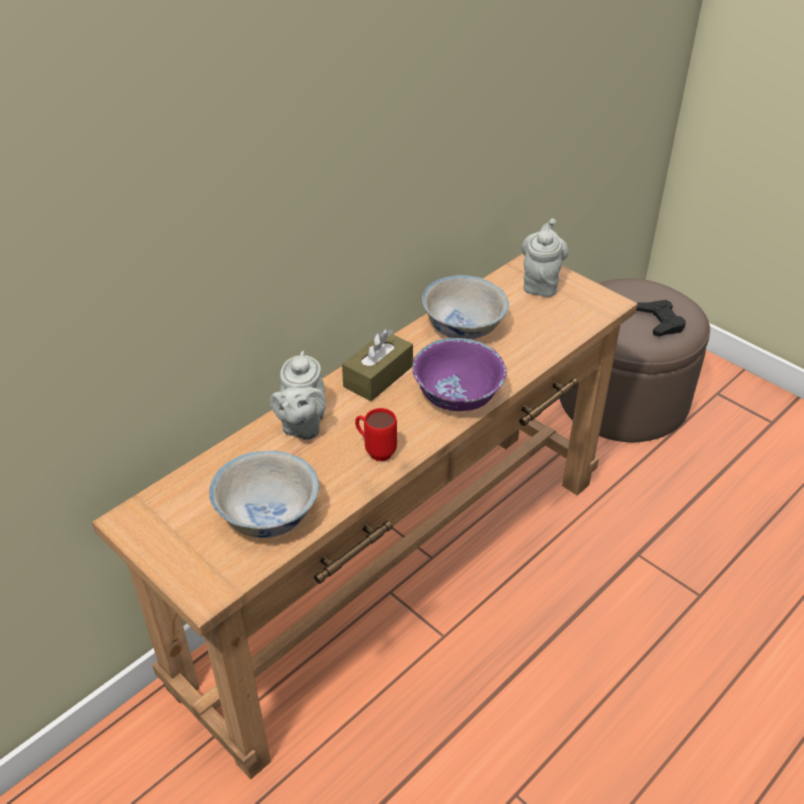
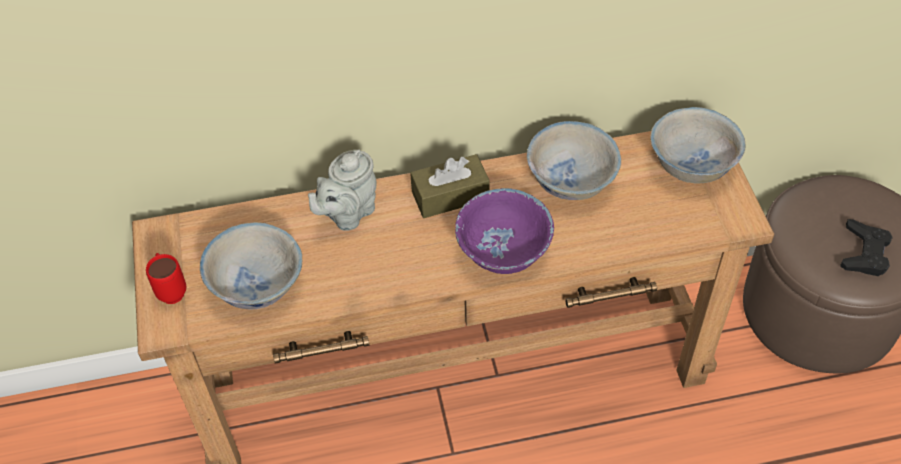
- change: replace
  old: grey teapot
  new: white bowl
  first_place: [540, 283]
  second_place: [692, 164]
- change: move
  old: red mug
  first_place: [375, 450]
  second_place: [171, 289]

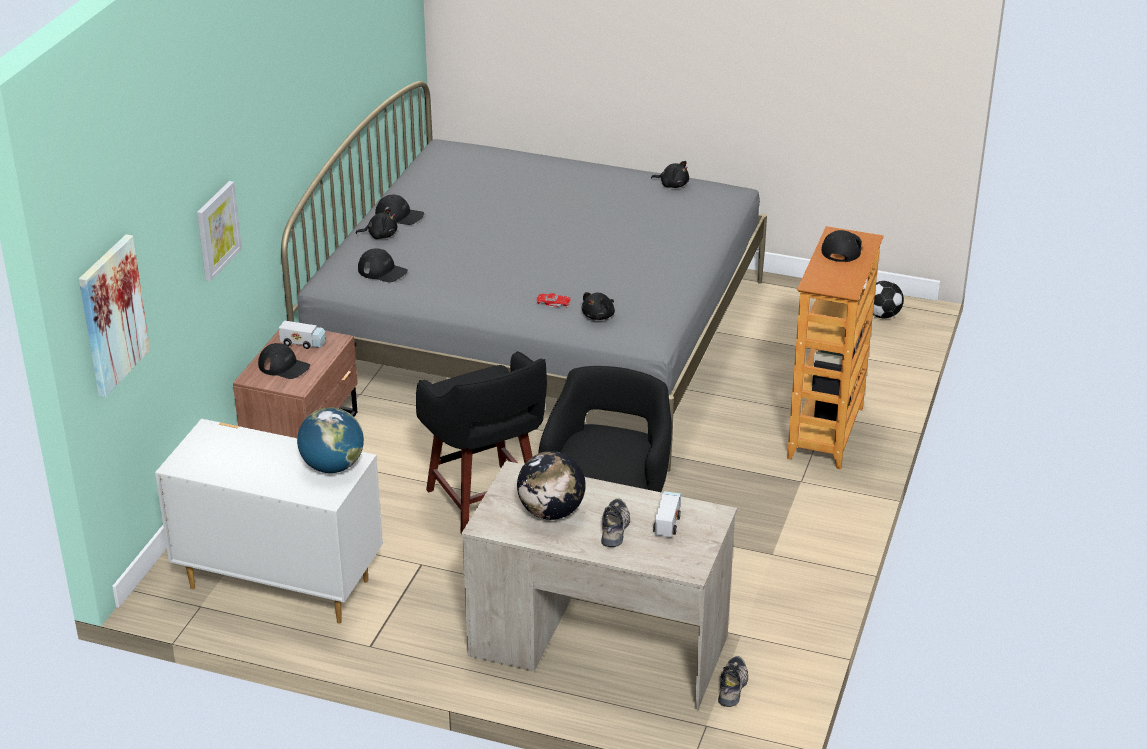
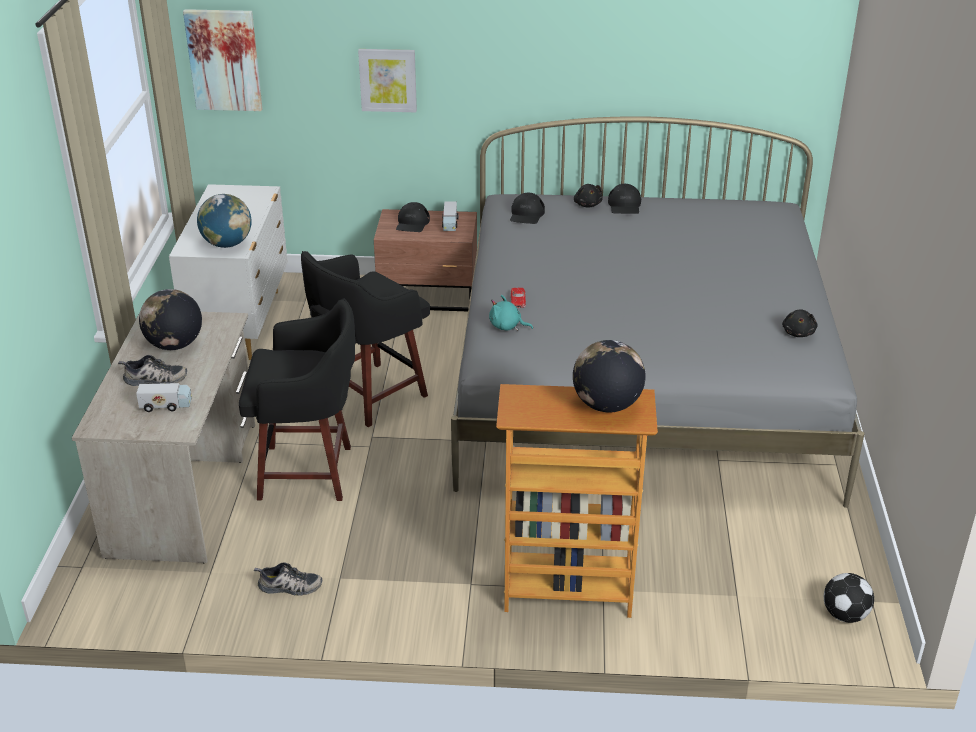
- change: replace
  old: black cap
  new: globe
  first_place: [842, 248]
  second_place: [606, 405]
- change: recolor
  old: black plush toy
  new: turquoise plush toy
  first_place: [599, 316]
  second_place: [507, 326]
- change: move
  old: shoe
  first_place: [733, 686]
  second_place: [289, 587]

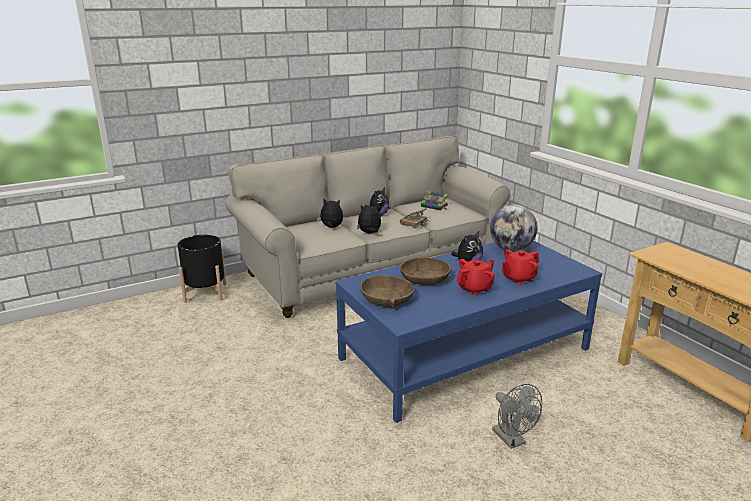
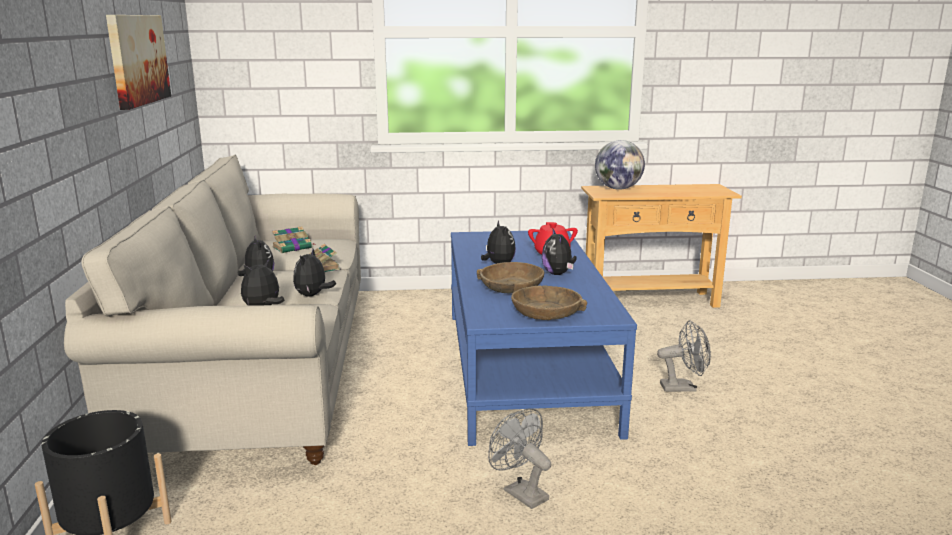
- change: move
  old: globe
  first_place: [511, 249]
  second_place: [618, 188]
- change: replace
  old: red teapot
  new: plush toy
  first_place: [475, 289]
  second_place: [558, 274]
- change: insert
  new: picture
  second_place: [137, 59]
- change: insert
  new: grey fan
  second_place: [520, 492]

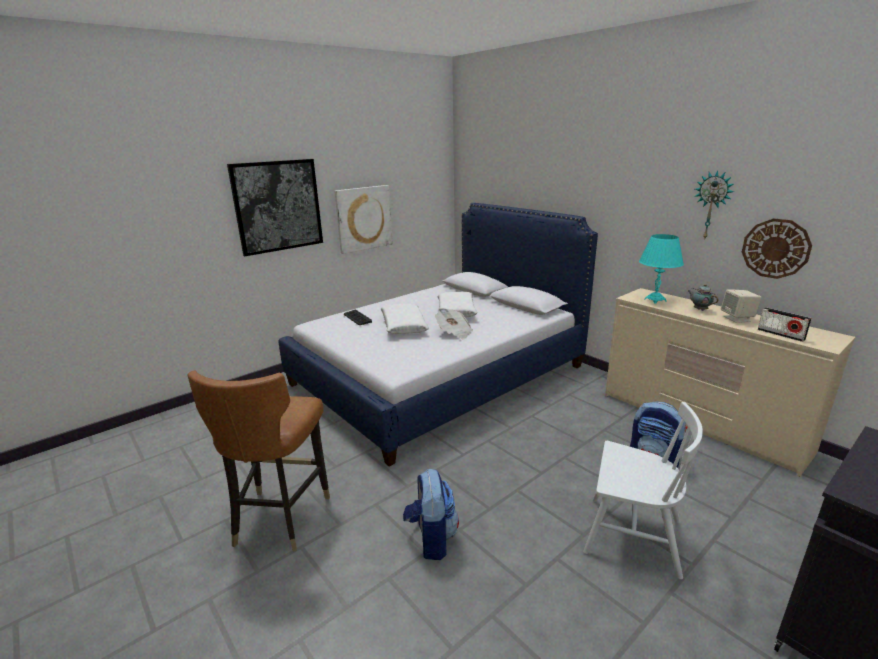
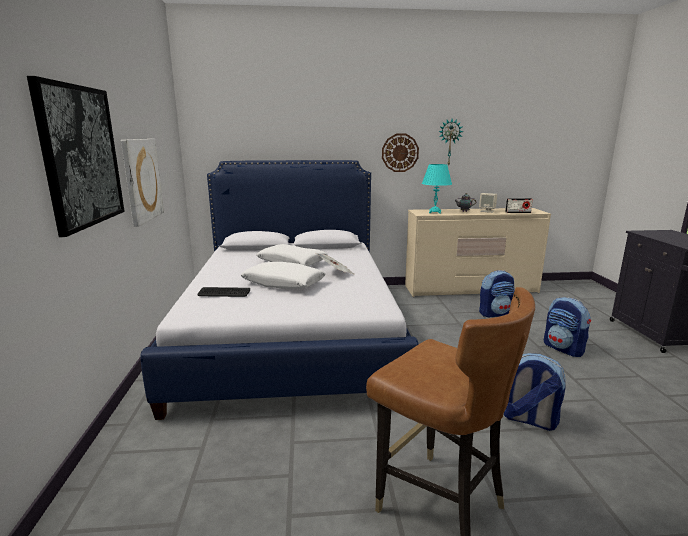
- change: move
  old: wall clock
  first_place: [775, 248]
  second_place: [400, 153]
- change: replace
  old: white chair
  new: backpack
  first_place: [632, 536]
  second_place: [564, 349]

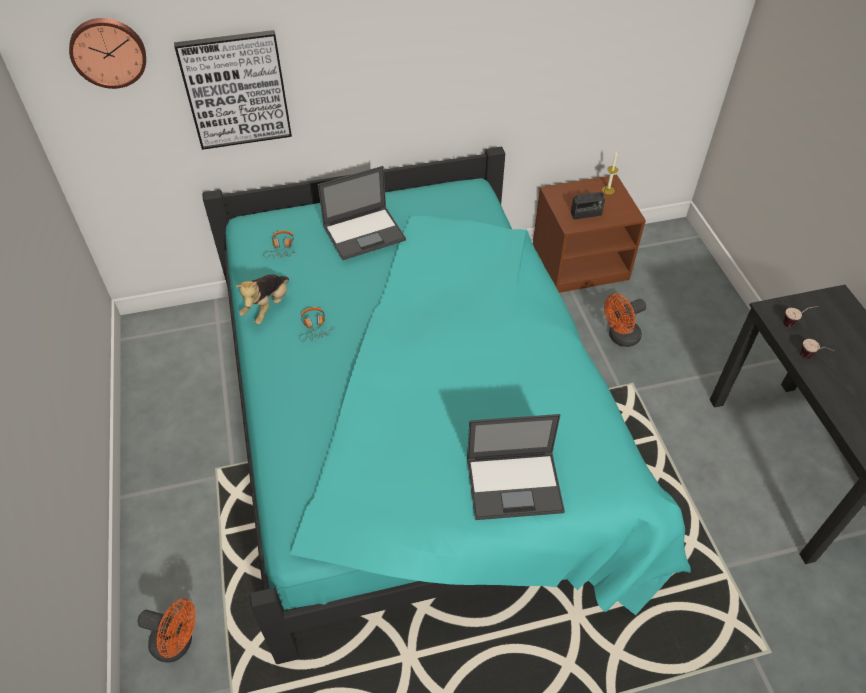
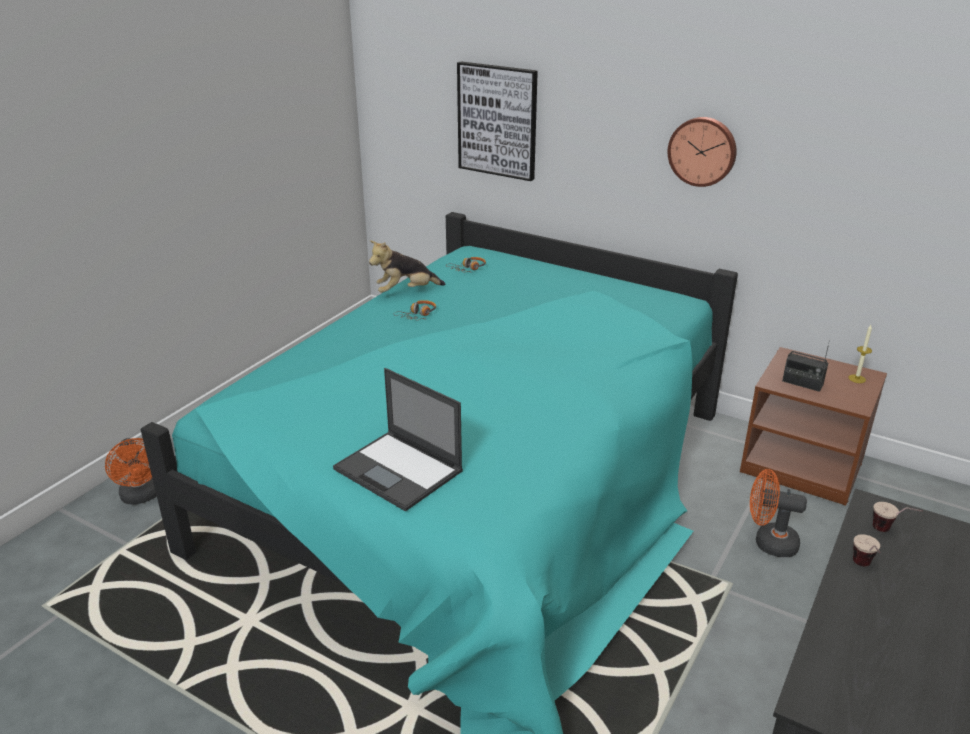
- change: move
  old: wall clock
  first_place: [108, 51]
  second_place: [702, 151]
- change: delete
  old: laptop
  first_place: [365, 233]

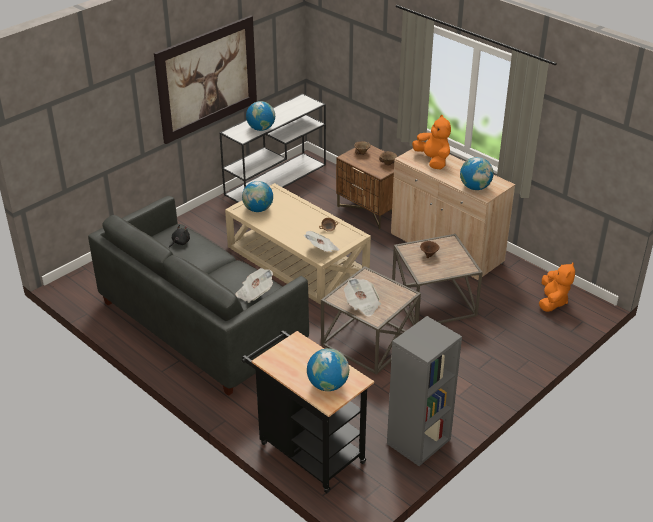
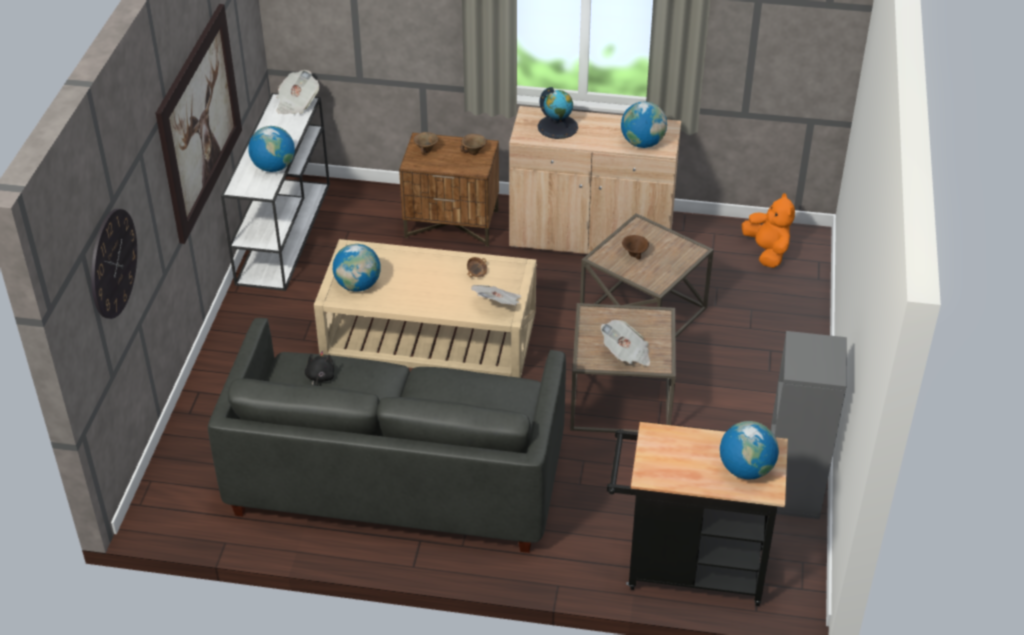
- change: replace
  old: orange plush toy
  new: globe
  first_place: [433, 160]
  second_place: [557, 127]
- change: move
  old: newspaper
  first_place: [254, 293]
  second_place: [296, 104]
- change: insert
  new: wall clock
  second_place: [113, 263]

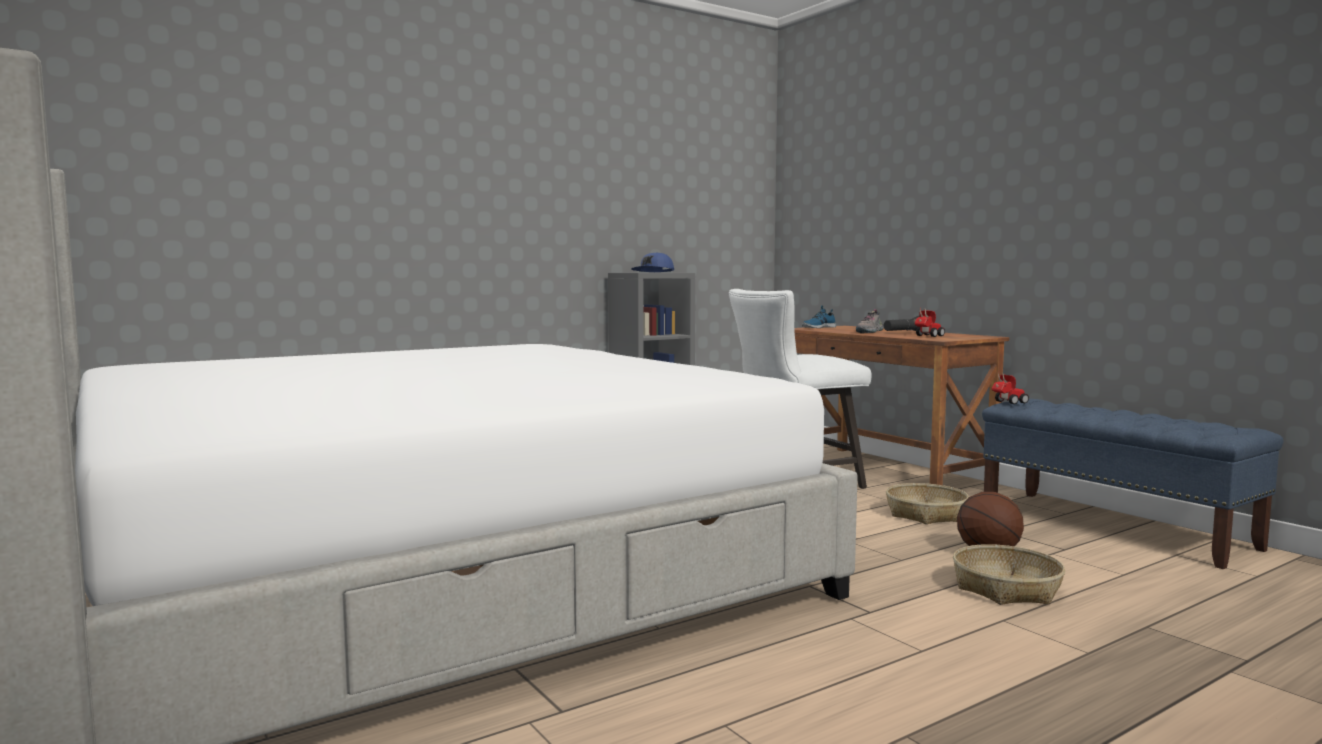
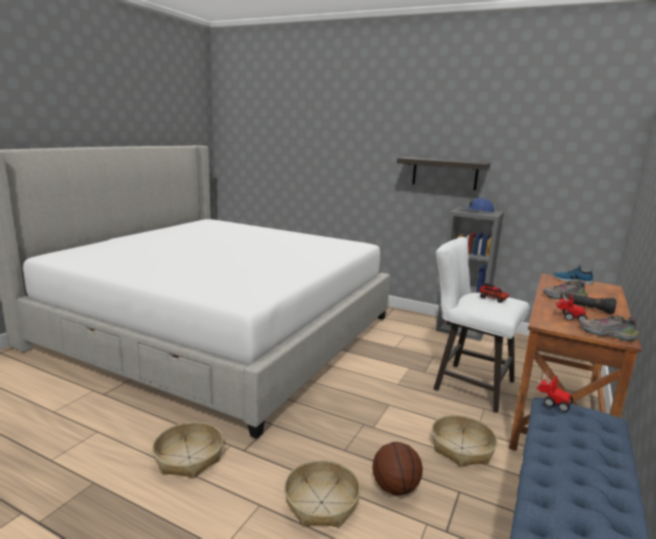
- change: insert
  new: shelf
  second_place: [444, 173]
- change: insert
  new: toy truck
  second_place: [493, 299]
- change: insert
  new: shoe
  second_place: [606, 335]
- change: insert
  new: basket
  second_place: [188, 457]

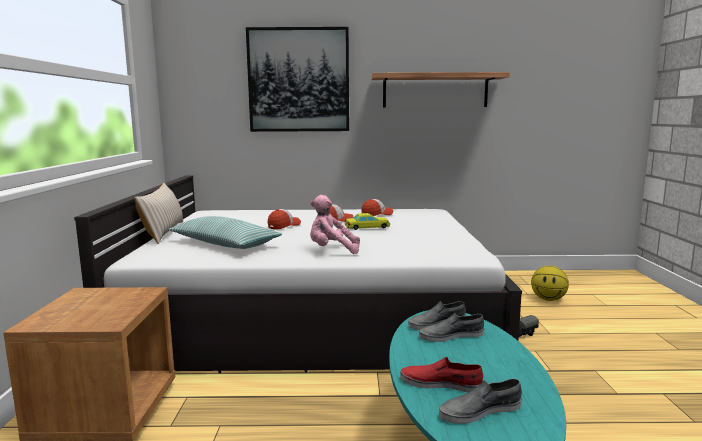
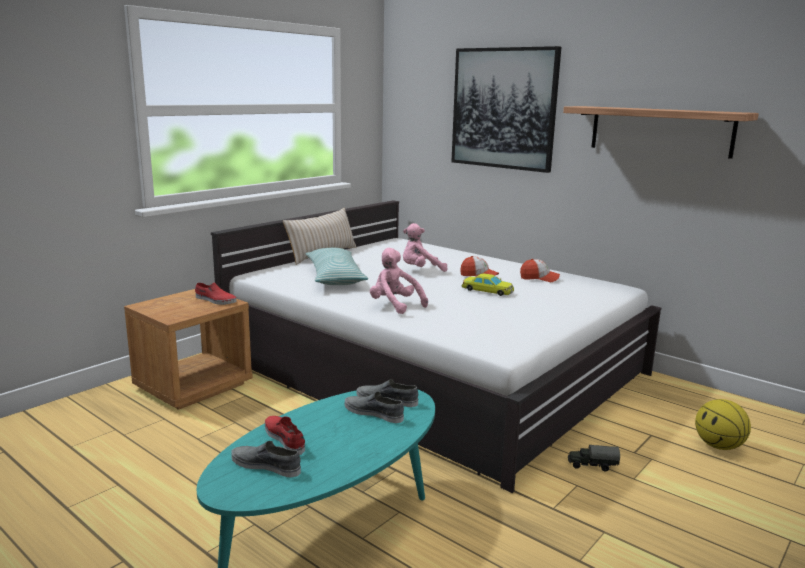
- change: replace
  old: cap
  new: pink plush toy
  first_place: [284, 226]
  second_place: [421, 270]
- change: insert
  new: red shoe
  second_place: [215, 300]

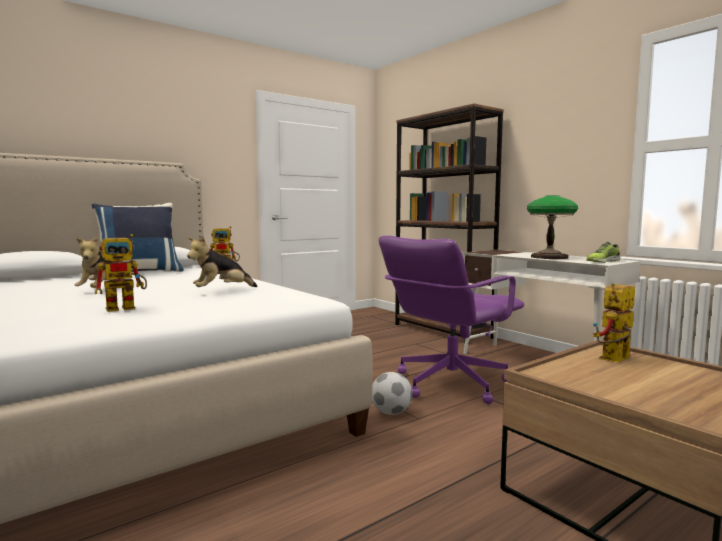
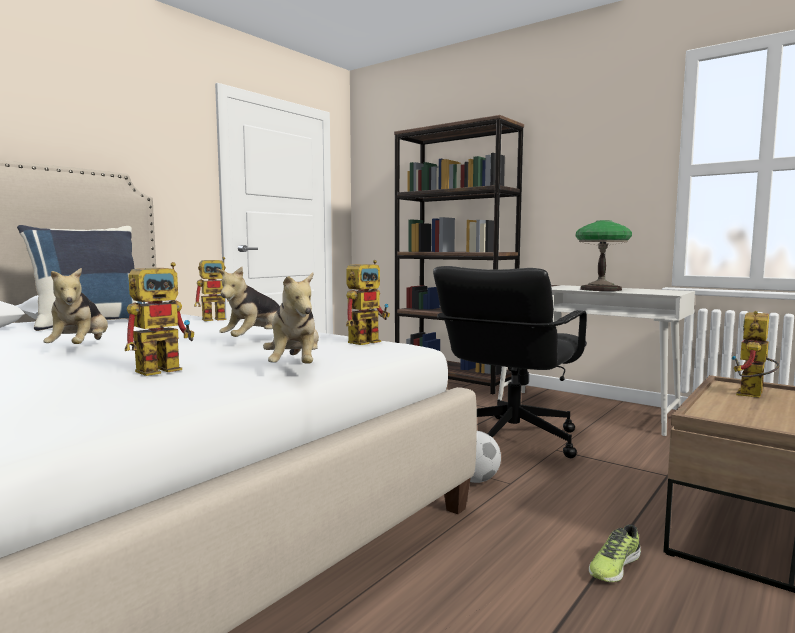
- change: recolor
  old: purple office chair
  new: black office chair
  first_place: [449, 383]
  second_place: [511, 439]
- change: move
  old: shoe
  first_place: [602, 261]
  second_place: [613, 566]
- change: insert
  new: toy robot
  second_place: [367, 341]
- change: insert
  new: plush toy
  second_place: [295, 367]

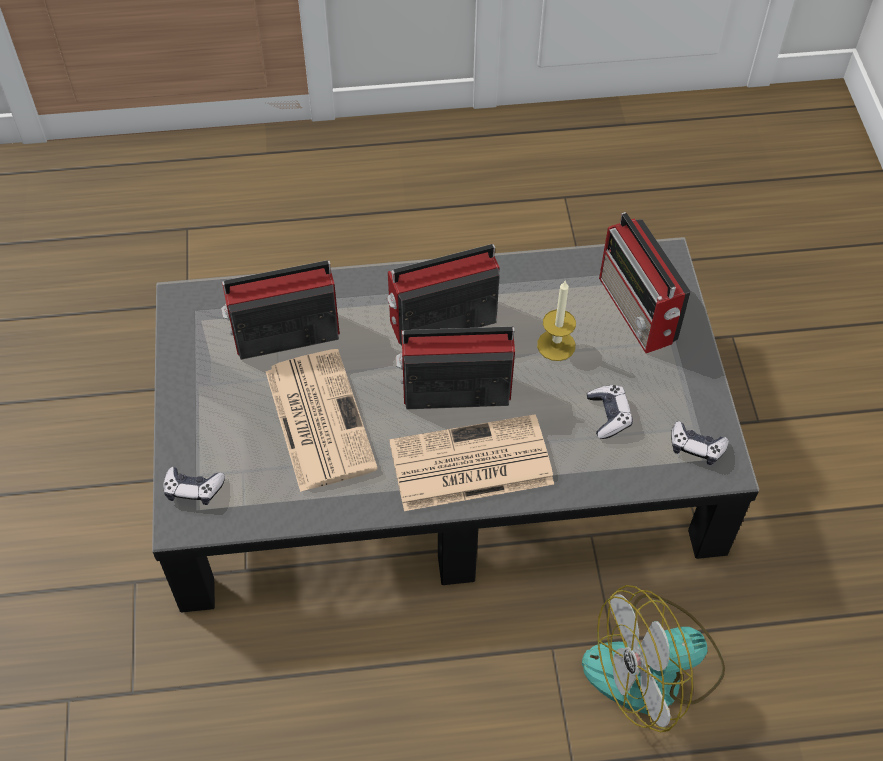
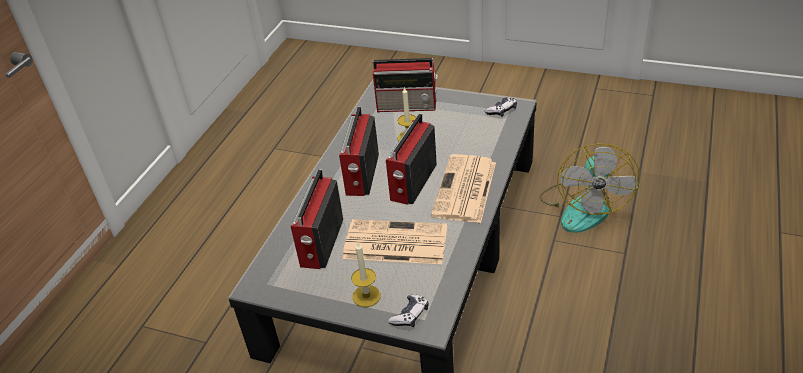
- change: delete
  old: game controller
  first_place: [609, 415]
- change: insert
  new: candle
  second_place: [366, 296]

